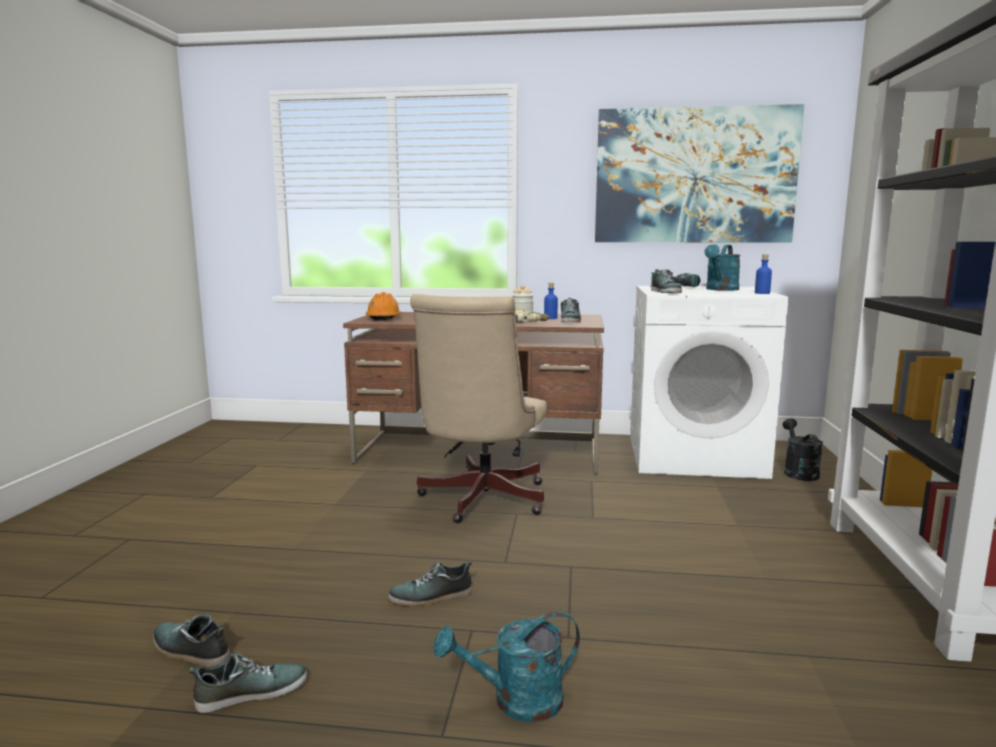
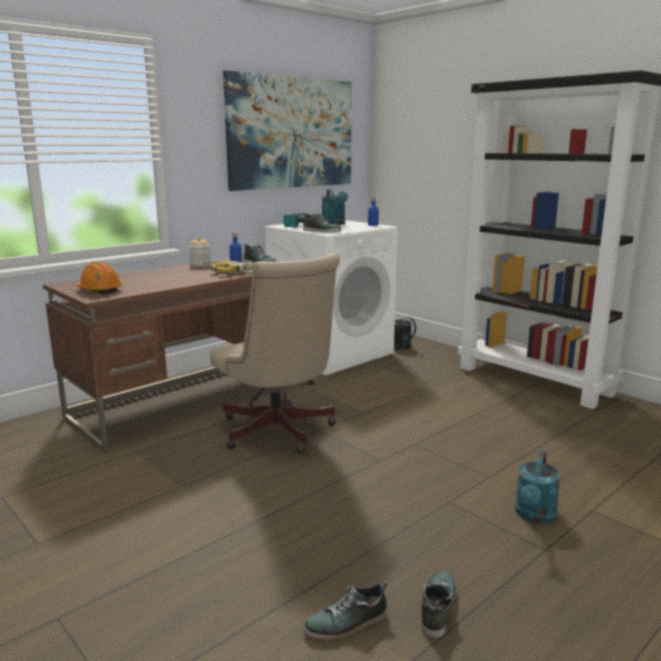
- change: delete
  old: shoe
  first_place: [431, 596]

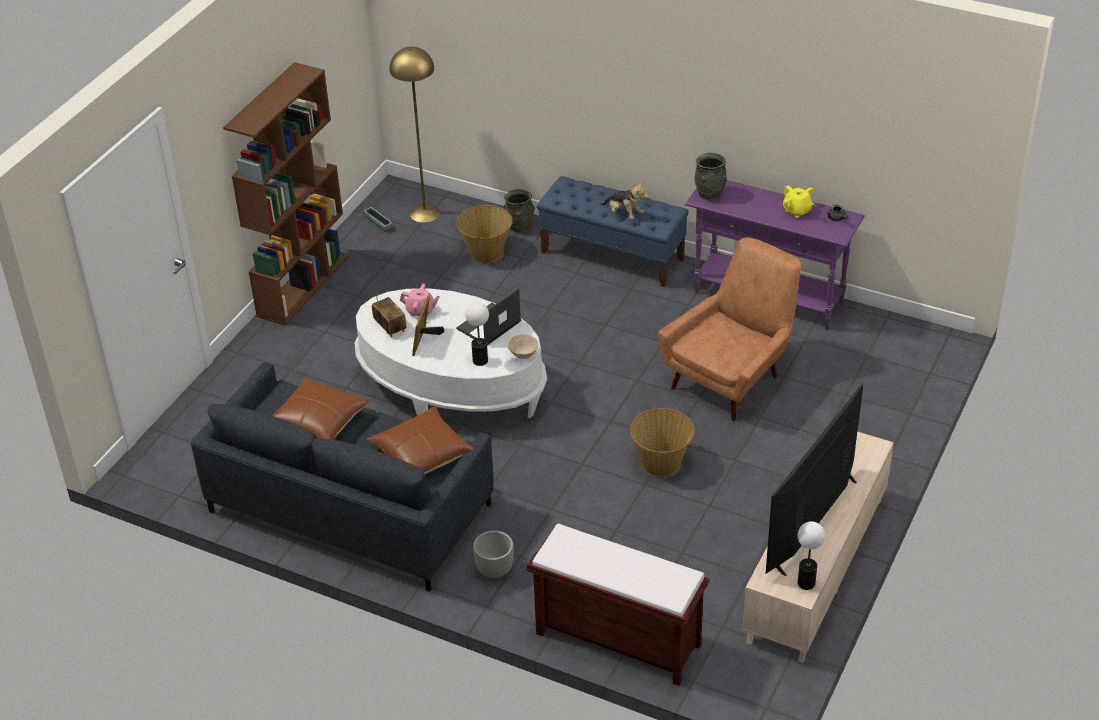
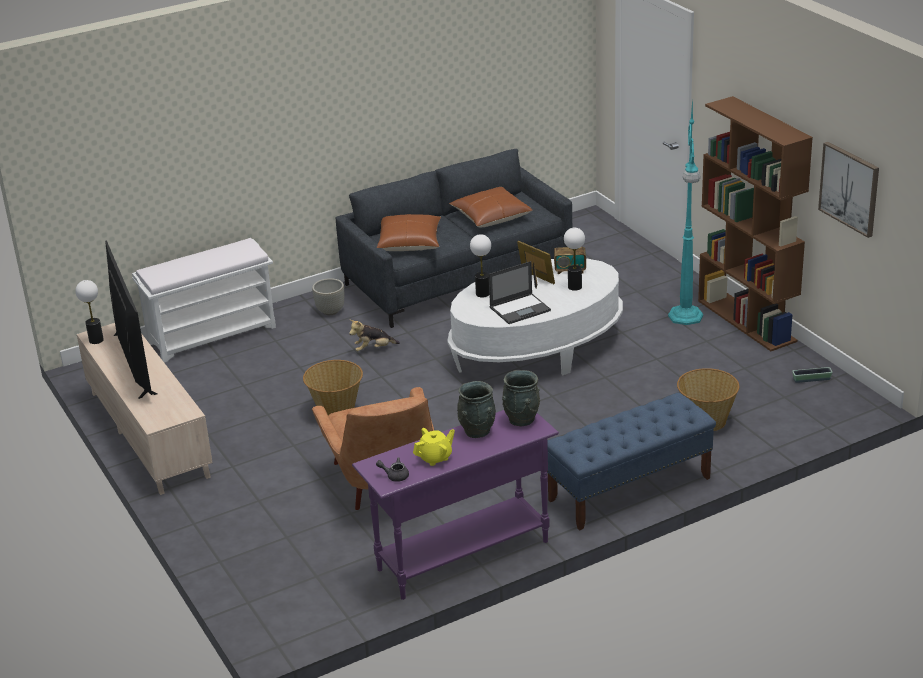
- change: delete
  old: yellow floor lamp
  first_place: [425, 213]
- change: move
  old: plush toy
  first_place: [624, 213]
  second_place: [373, 349]
- change: rotate
  old: yellow teapot
  first_place: [797, 211]
  second_place: [435, 457]
  degrees: 150
- change: move
  old: grey vase
  first_place: [520, 227]
  second_place: [477, 431]
- change: replace
  old: pink teapot
  new: table lamp
  first_place: [420, 311]
  second_place: [574, 287]
- change: rotate
  old: laptop
  first_place: [488, 325]
  second_place: [520, 309]
  degrees: 75
- change: delete
  old: beige bowl
  first_place: [523, 355]
- change: recolor
  old: brown bench
  new: white bench
  first_place: [616, 639]
  second_place: [213, 334]
- change: insert
  new: turquoise floor lamp
  second_place: [685, 317]
- change: insert
  new: picture
  second_place: [849, 188]

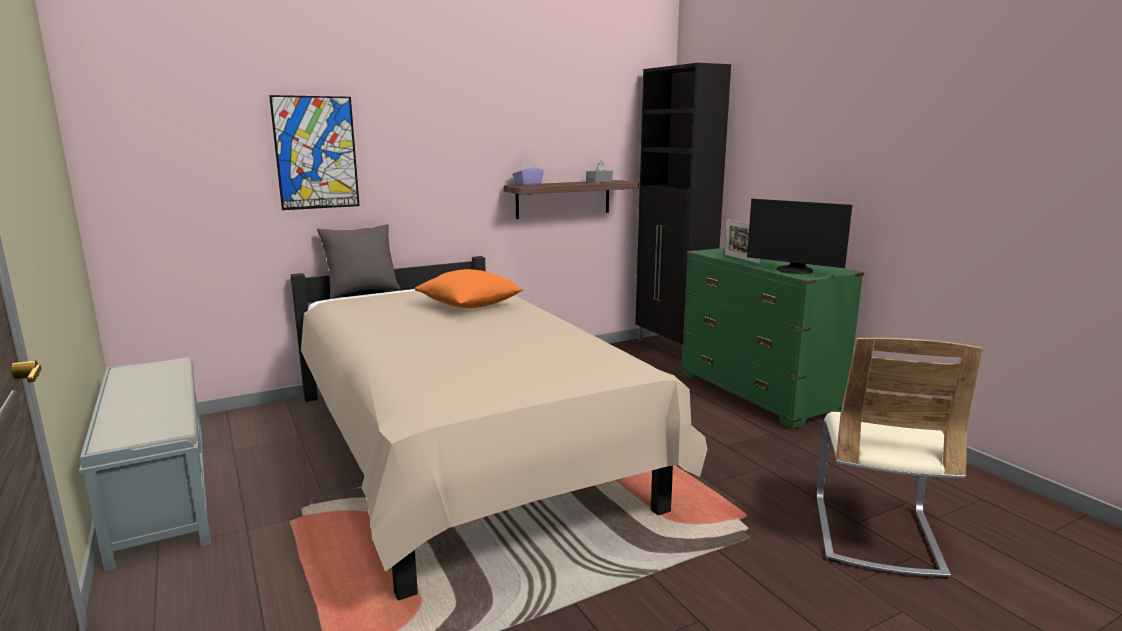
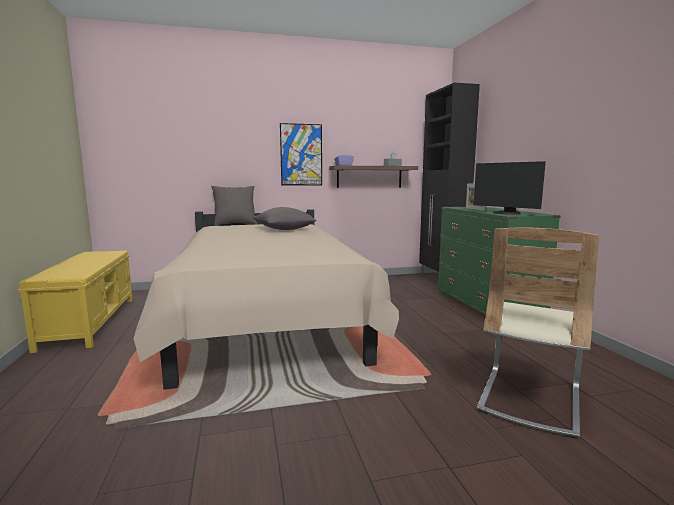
- change: move
  old: picture
  first_place: [316, 153]
  second_place: [301, 155]
- change: recolor
  old: orange pillow
  new: grey pillow
  first_place: [469, 306]
  second_place: [284, 229]
- change: recolor
  old: grey bench
  new: yellow bench
  first_place: [161, 493]
  second_place: [90, 322]

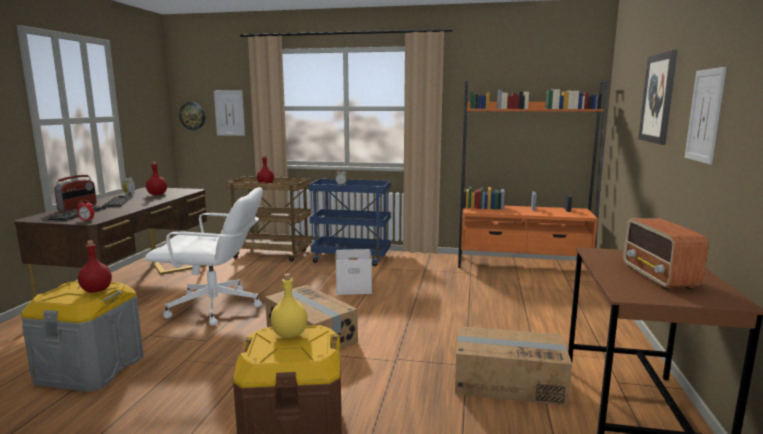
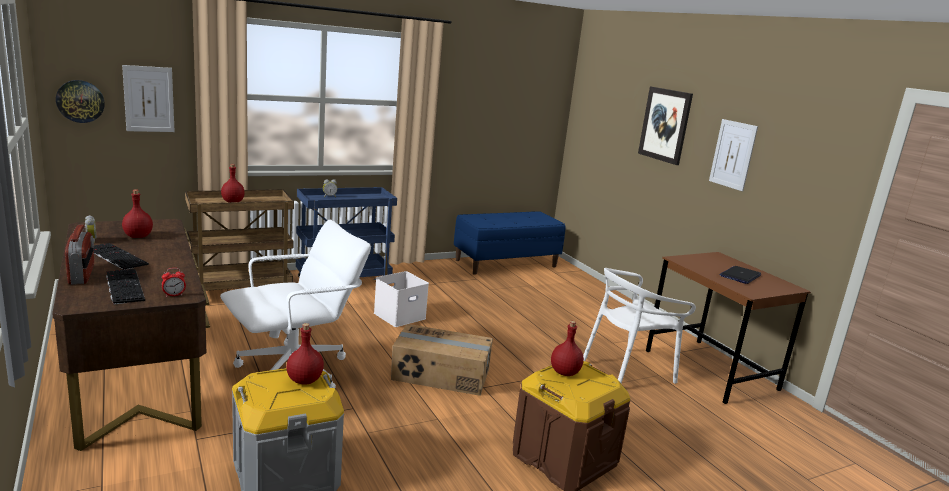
- change: replace
  old: orange bookcase
  new: blue bench
  first_place: [523, 265]
  second_place: [506, 263]
- change: replace
  old: radio
  new: laptop
  first_place: [658, 277]
  second_place: [740, 276]
- change: recolor
  old: yellow bottle
  new: red bottle
  first_place: [290, 334]
  second_place: [564, 372]
- change: replace
  old: cardboard box
  new: white chair
  first_place: [508, 382]
  second_place: [627, 370]

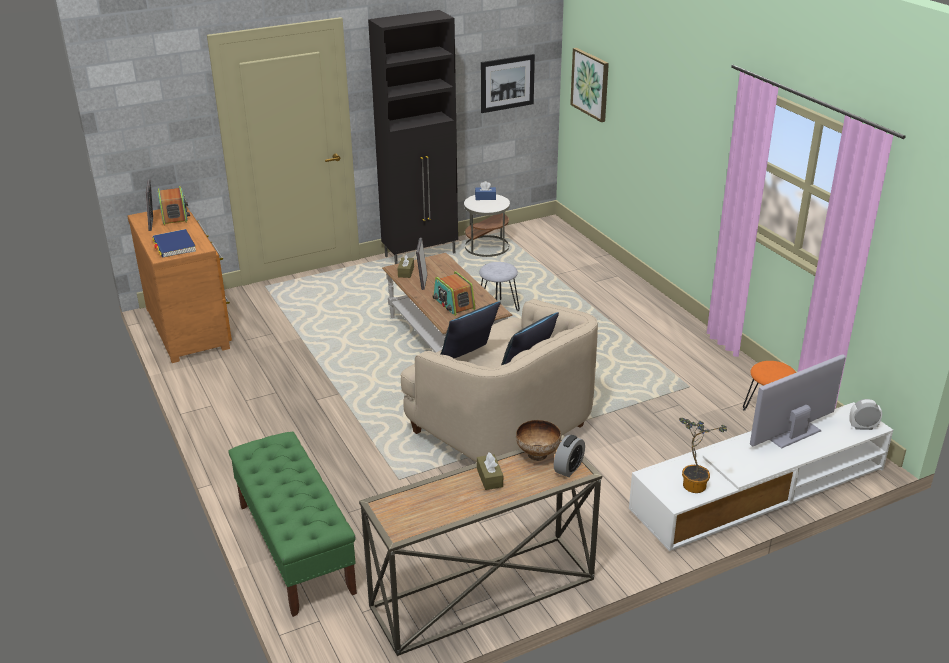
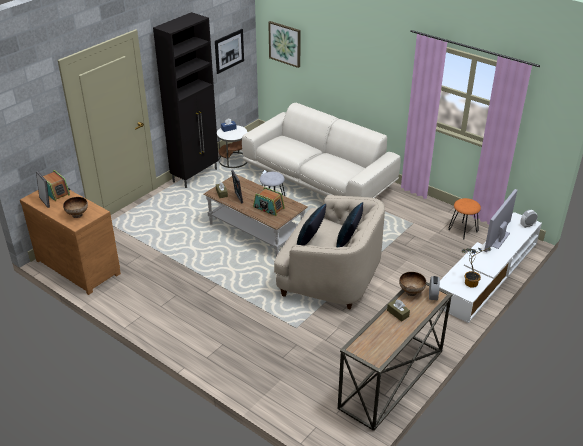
- change: replace
  old: blue book
  new: bowl
  first_place: [174, 246]
  second_place: [77, 215]
- change: delete
  old: green bench
  first_place: [295, 547]
- change: insert
  new: beige sofa
  second_place: [319, 182]

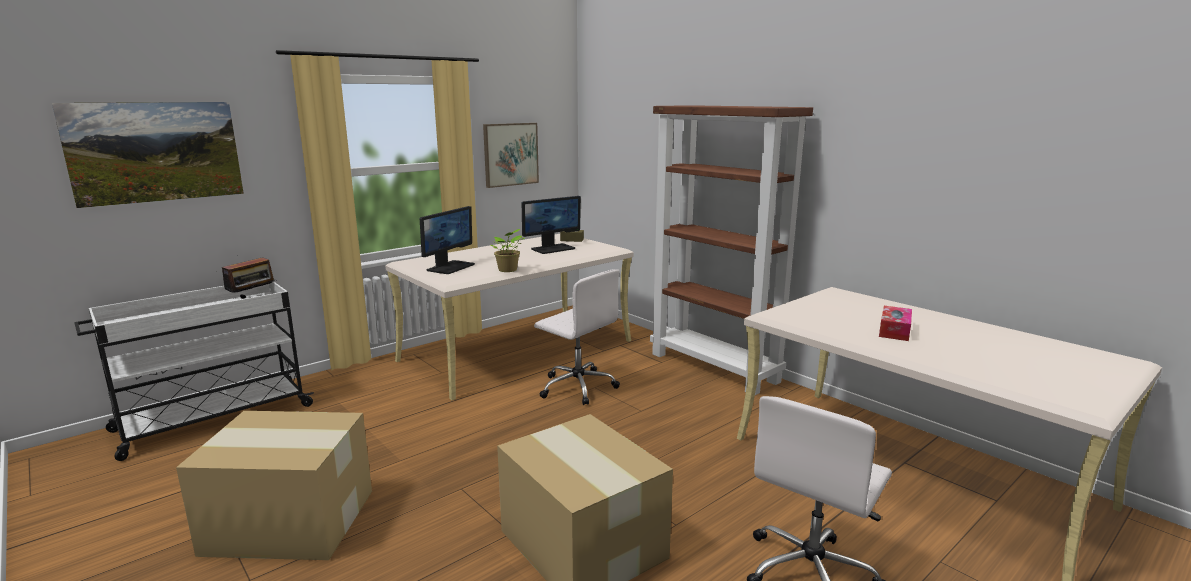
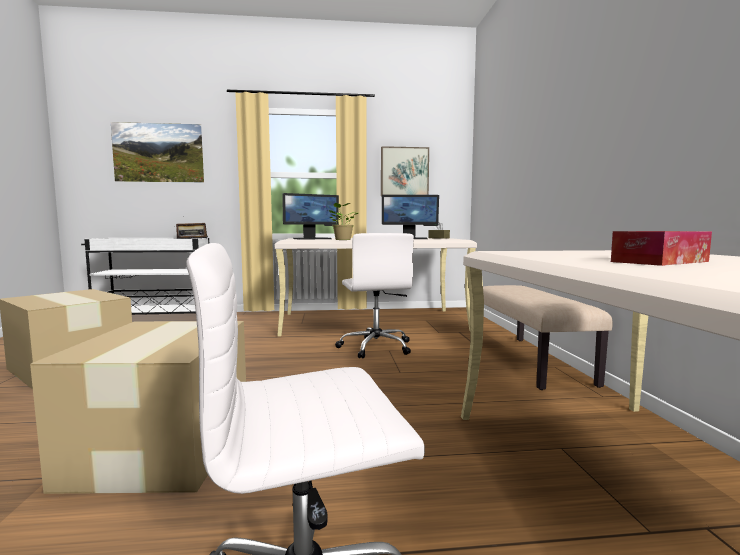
- change: replace
  old: brown bookcase
  new: beige bench
  first_place: [715, 367]
  second_place: [529, 361]

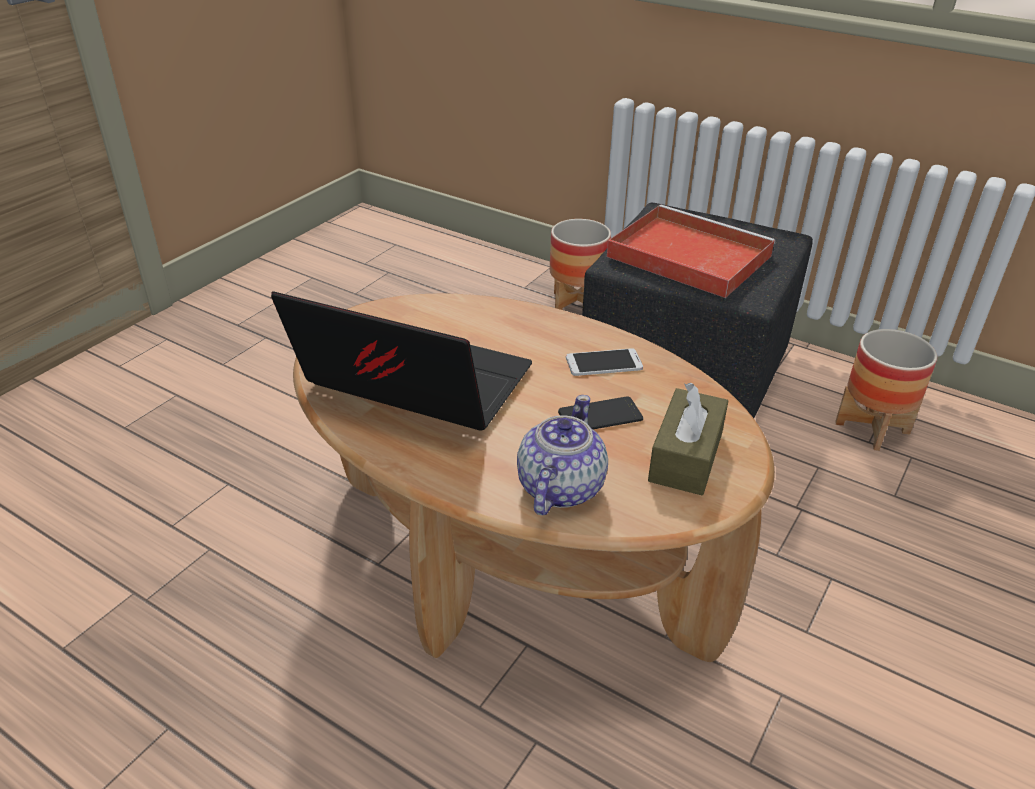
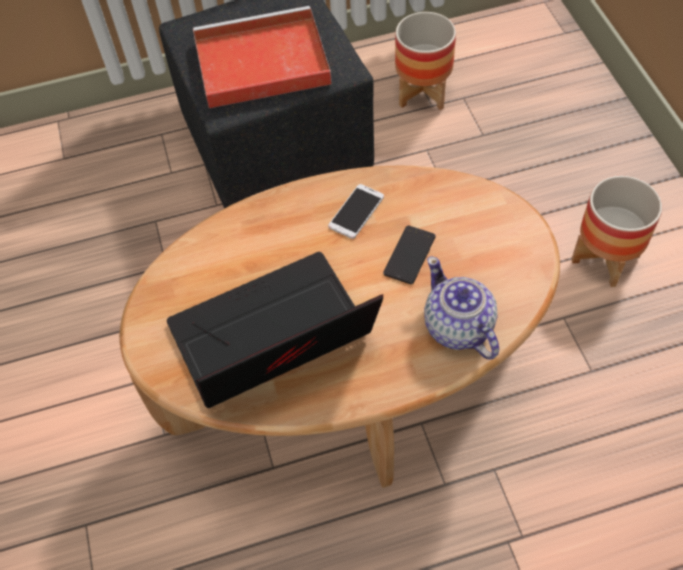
- change: move
  old: planter
  first_place: [576, 304]
  second_place: [605, 258]
- change: delete
  old: brown tissue box
  first_place: [686, 457]

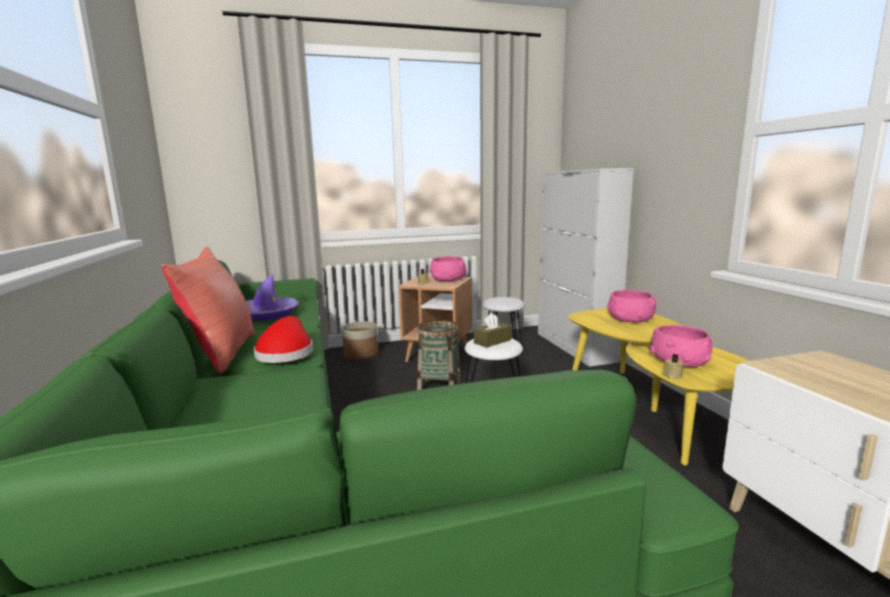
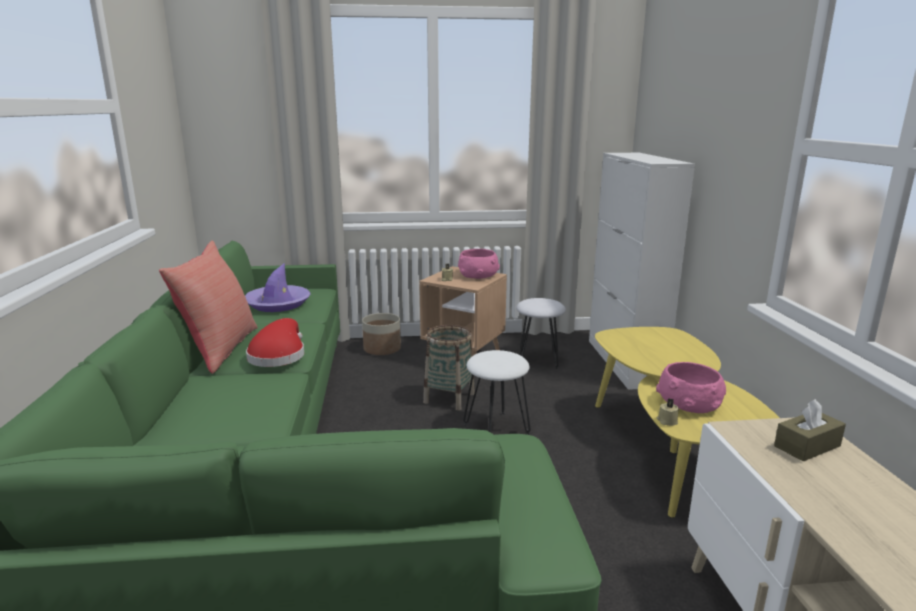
- change: delete
  old: pink bowl
  first_place: [631, 319]
- change: move
  old: brown tissue box
  first_place: [492, 341]
  second_place: [807, 446]

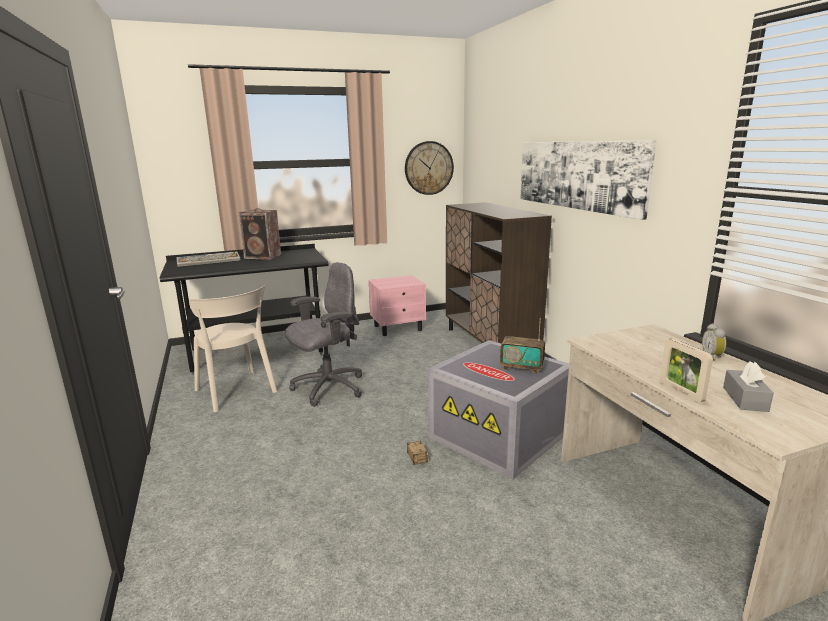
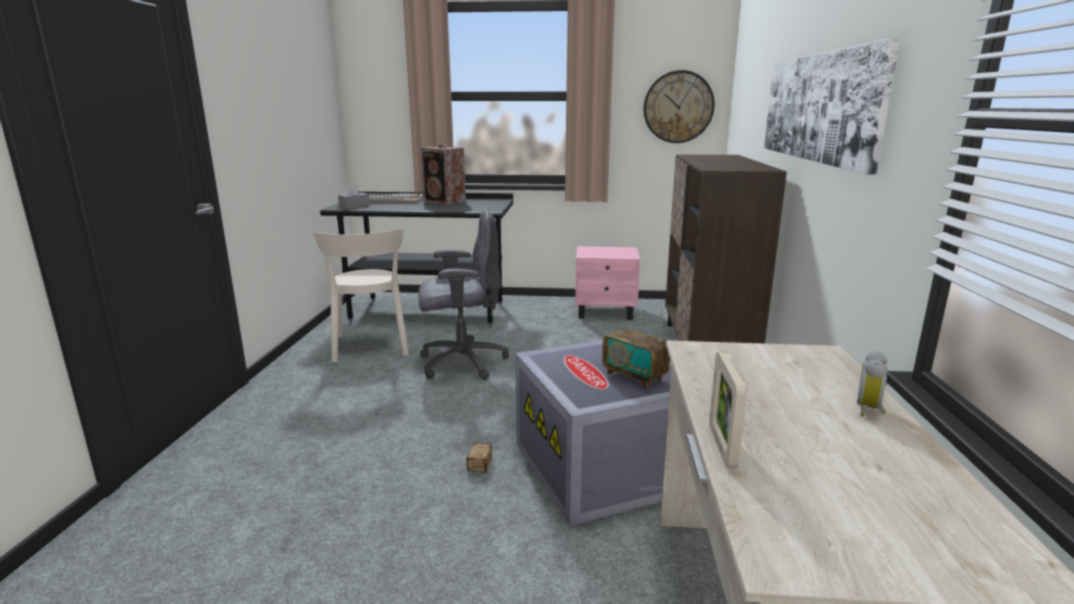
- change: move
  old: grey tissue box
  first_place: [745, 399]
  second_place: [354, 206]

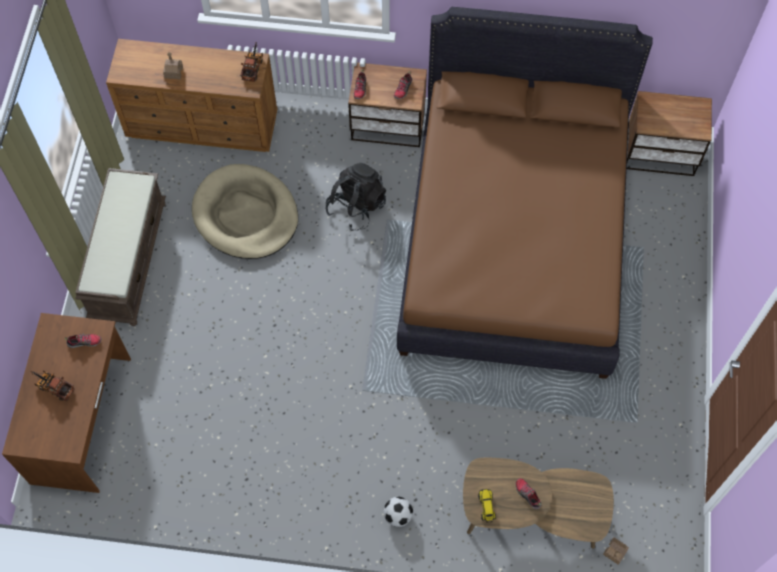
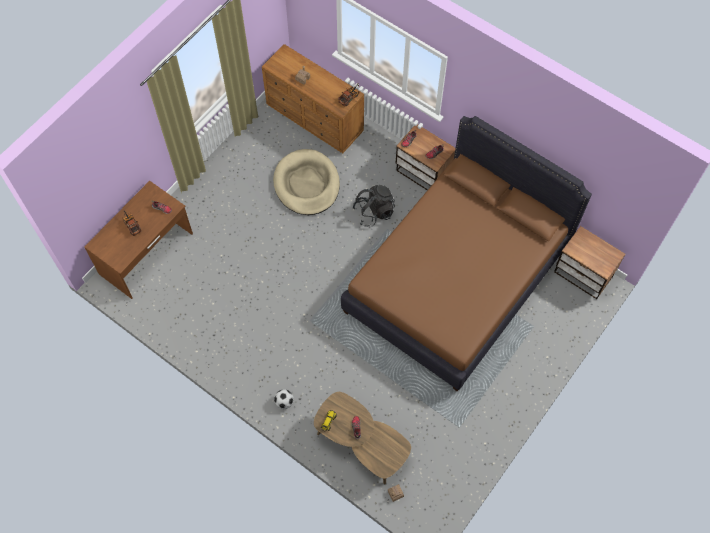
- change: delete
  old: brown bench
  first_place: [128, 259]

